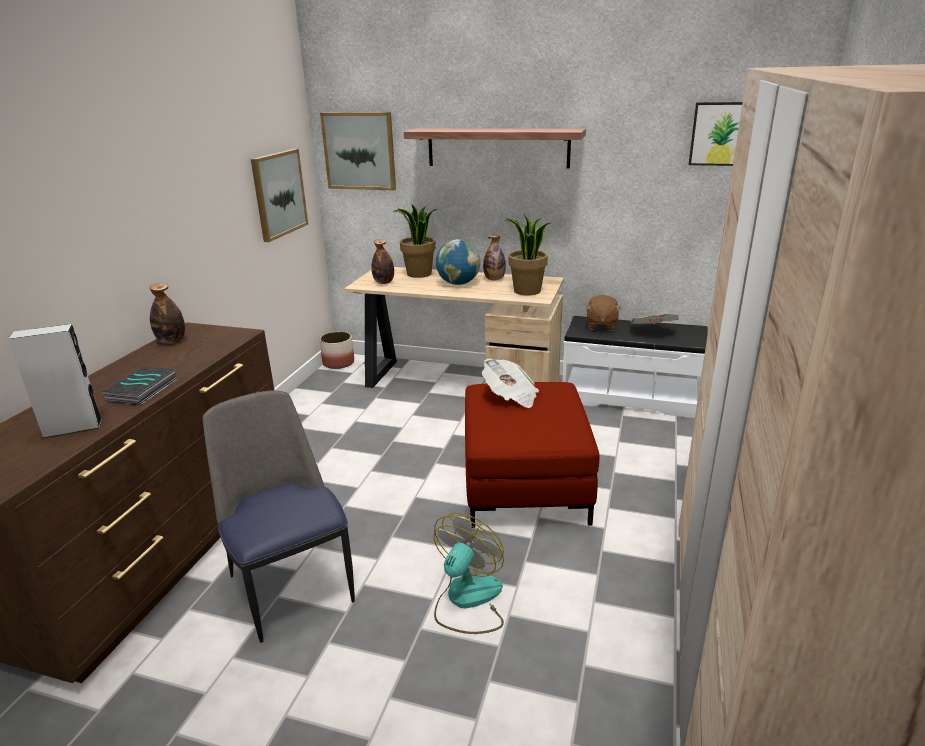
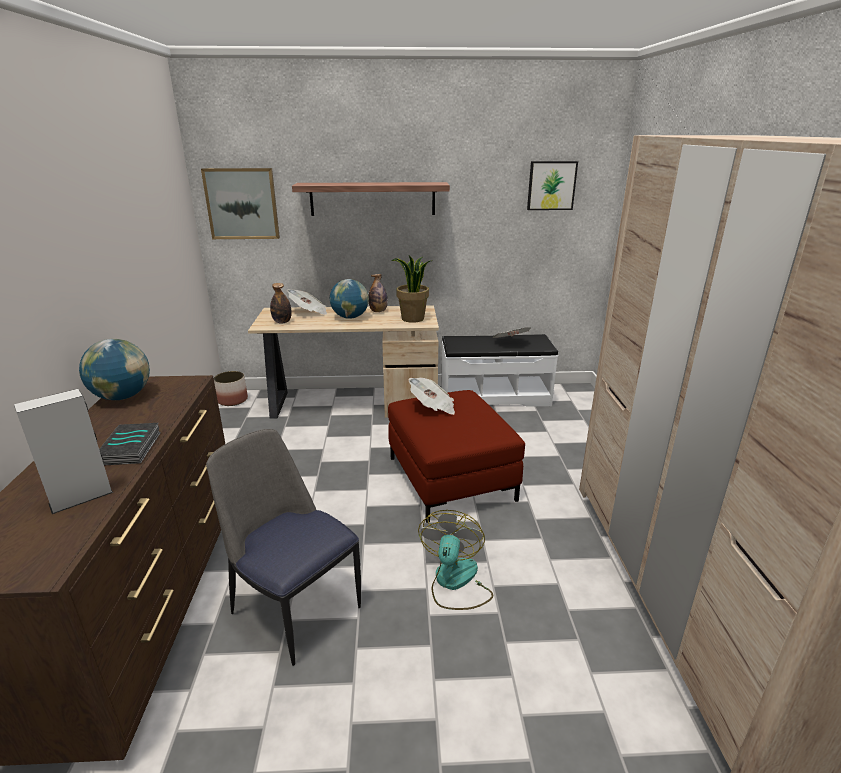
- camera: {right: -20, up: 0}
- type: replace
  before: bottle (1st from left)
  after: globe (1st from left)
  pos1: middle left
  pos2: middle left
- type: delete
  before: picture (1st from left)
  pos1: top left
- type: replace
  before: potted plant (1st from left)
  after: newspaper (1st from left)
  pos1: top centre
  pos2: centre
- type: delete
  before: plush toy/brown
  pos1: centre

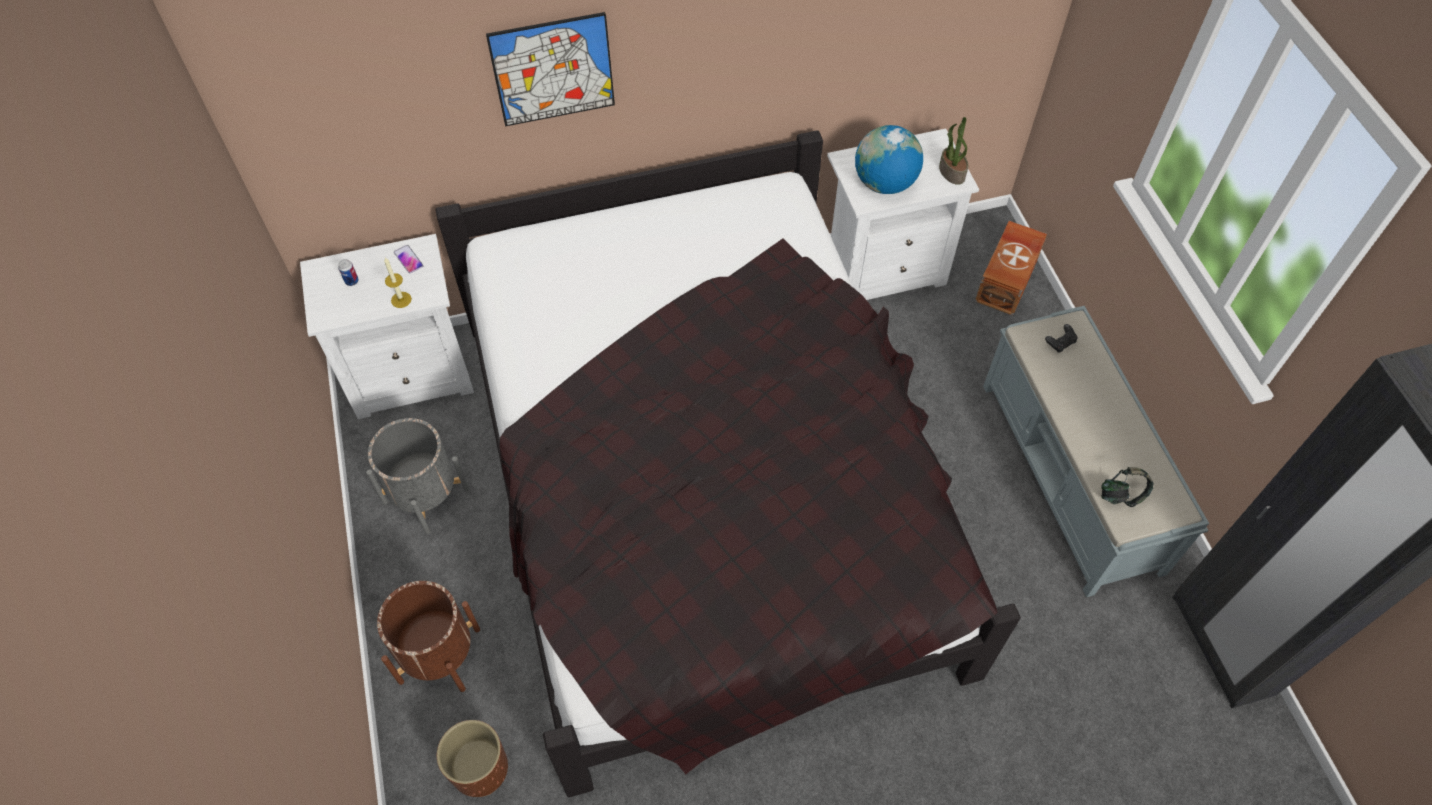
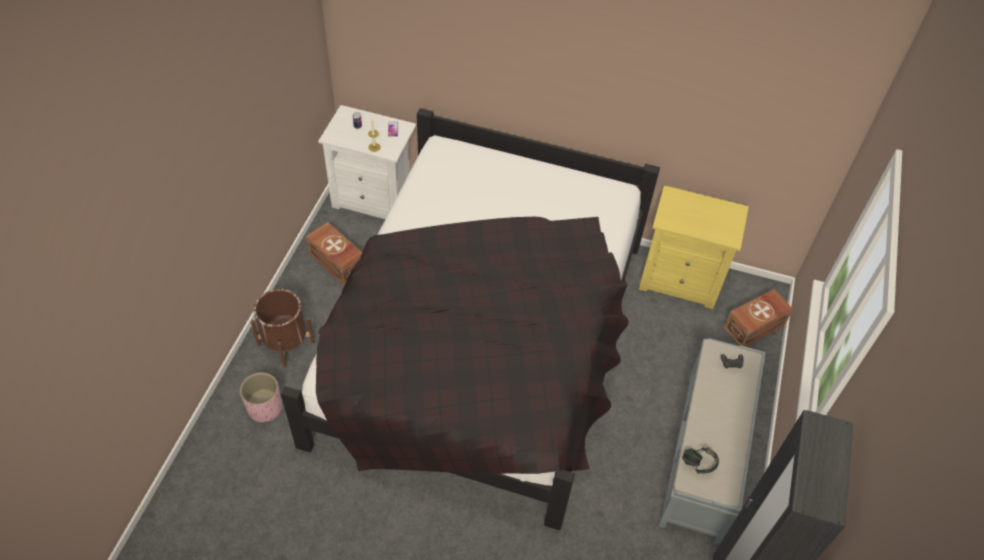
- camera: {right: 30, up: -5}
- type: replace
  before: planter/grey
  after: storage box/brown (1st from left)
  pos1: middle left
  pos2: centre
- type: recolor
  before: planter/brown (2nd from left)
  after: planter/pink
  pos1: bottom left
  pos2: bottom left
- type: delete
  before: picture
  pos1: top centre
- type: recolor
  before: nightstand/white (2nd from left)
  after: nightstand/yellow
  pos1: top centre
  pos2: middle right
- type: delete
  before: globe
  pos1: top centre
- type: delete
  before: potted plant
  pos1: top centre

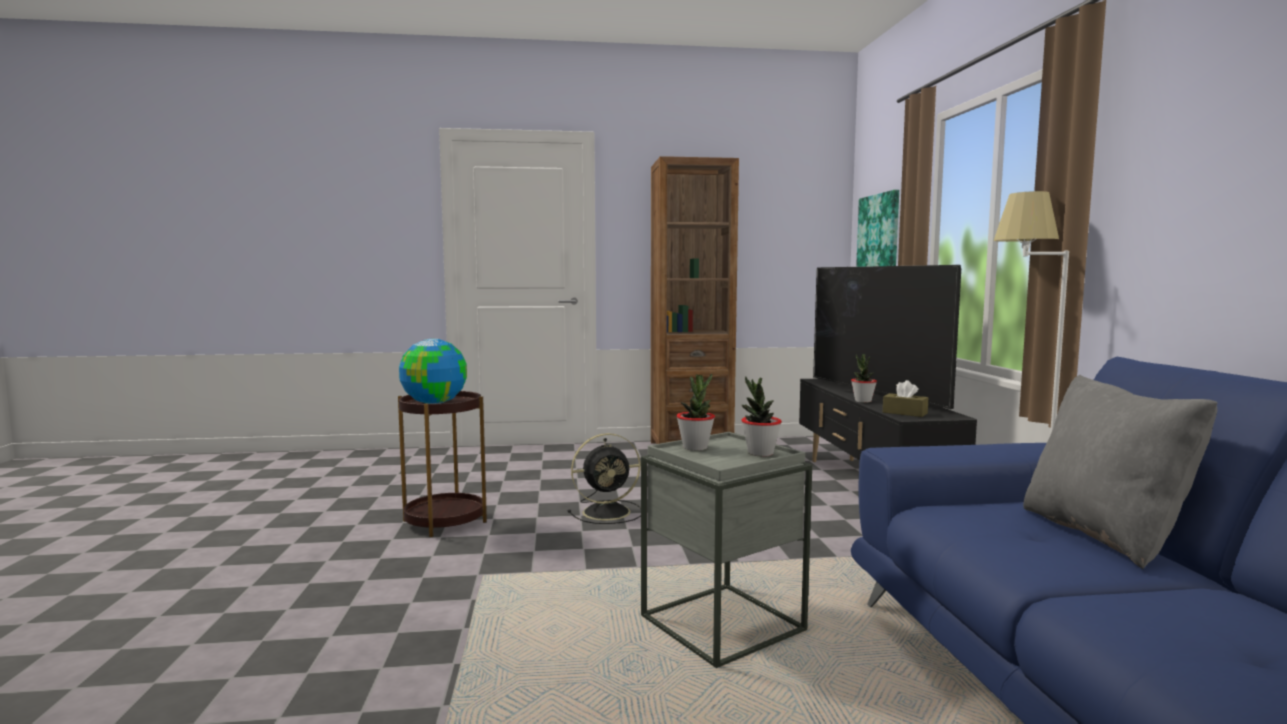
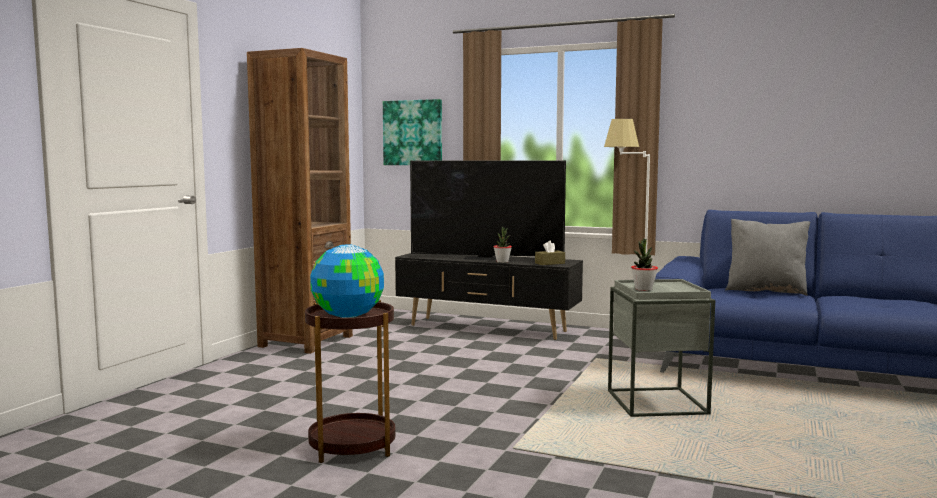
- camera: {right: -60, up: 0}
- type: delete
  before: fan/black
  pos1: centre
- type: delete
  before: potted plant (2nd from left)
  pos1: centre

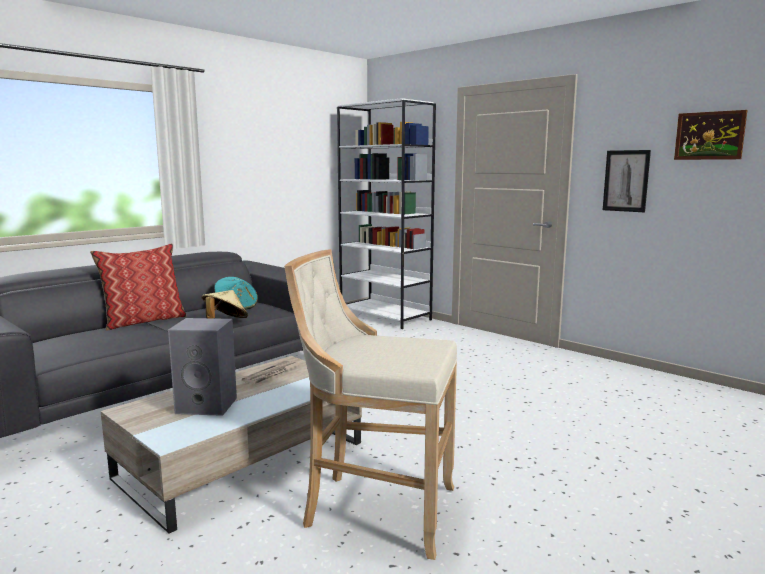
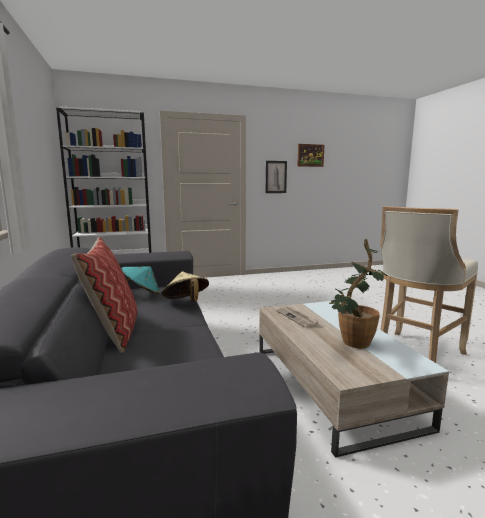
- camera: {right: -60, up: 0}
- type: replace
  before: speaker/grey
  after: potted plant
  pos1: middle left
  pos2: middle right

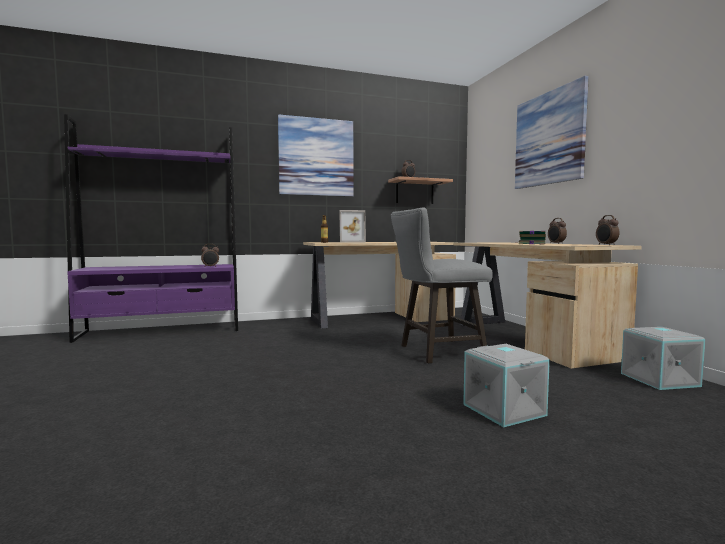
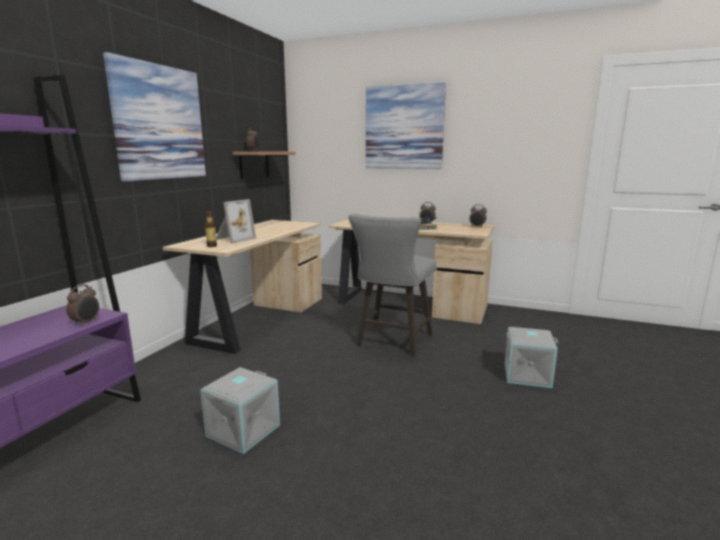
- camera: {right: -50, up: 10}
- type: move
  before: storage box/grey (2nd from left in the first image)
  after: storage box/grey (1st from left)
  pos1: middle right
  pos2: bottom centre

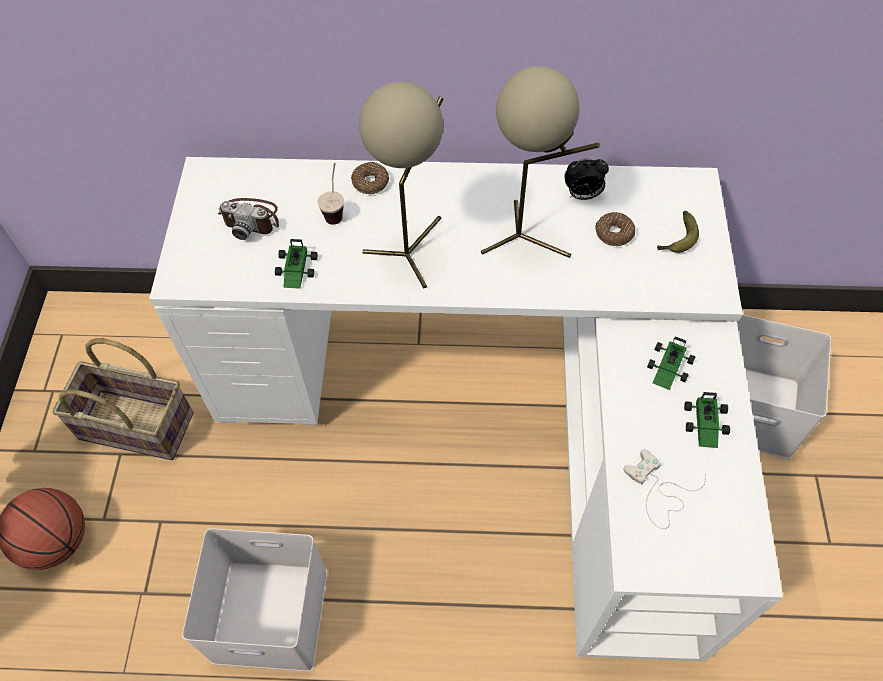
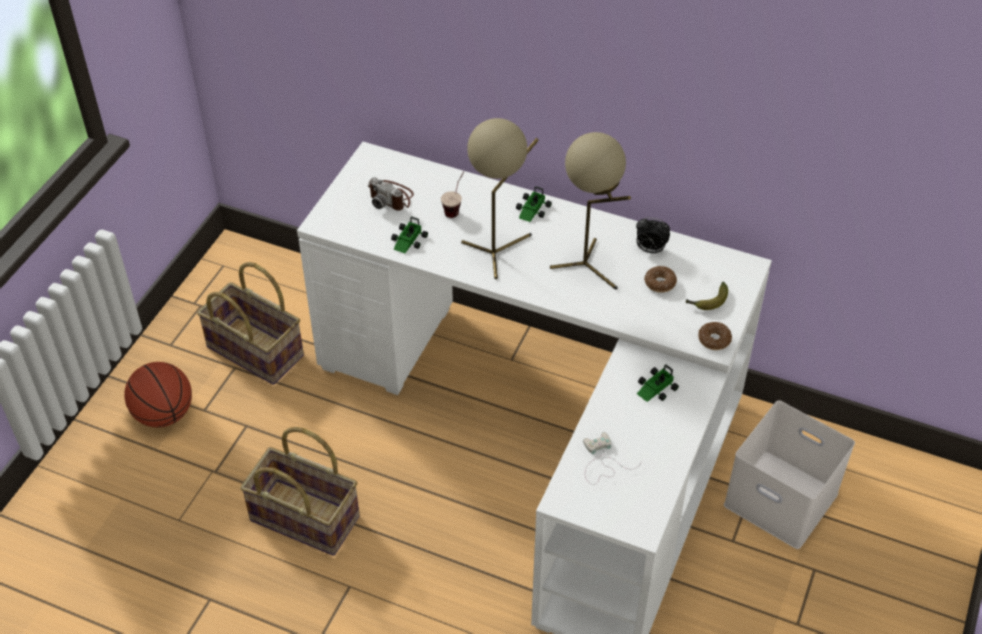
- camera: {right: 20, up: -10}
- type: replace
  before: storage box/white (1st from left)
  after: basket (2nd from left)
  pos1: bottom left
  pos2: bottom left
- type: move
  before: donut (1st from left in the first image)
  after: donut (2nd from left)
  pos1: top centre
  pos2: middle right
- type: move
  before: toy car (3rd from left in the first image)
  after: toy car (2nd from left)
  pos1: middle right
  pos2: top centre

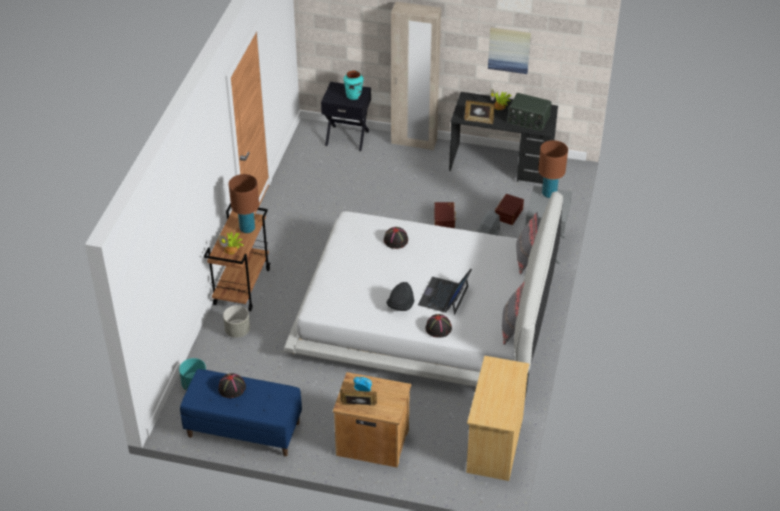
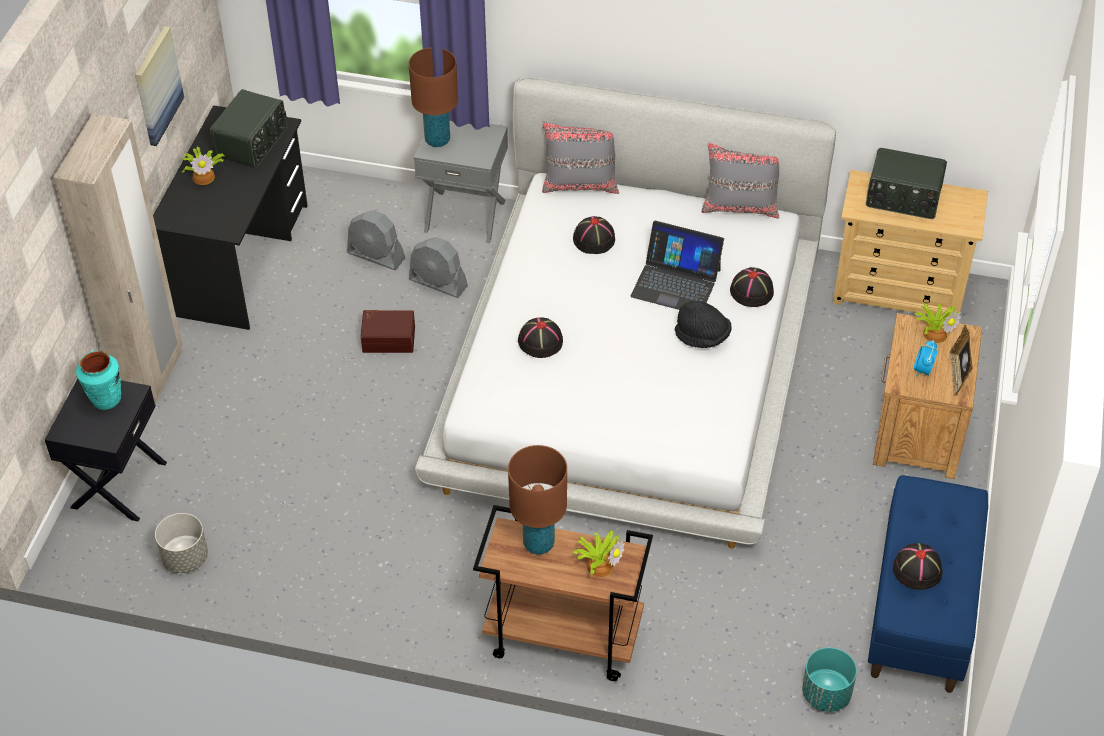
- camera: {right: -90, up: 5}
- type: move
  before: planter/grey
  pos1: middle left
  pos2: bottom left
- type: delete
  before: picture frame (2nd from left)
  pos1: top centre
- type: replace
  before: storage box/brown (2nd from left)
  after: fan/grey (1st from left)
  pos1: centre
  pos2: top centre
- type: insert
  after: hat/black (2nd from left)
  pos2: top centre
- type: insert
  after: radio (2nd from left)
  pos2: top right
- type: insert
  after: potted plant (3rd from left)
  pos2: middle right

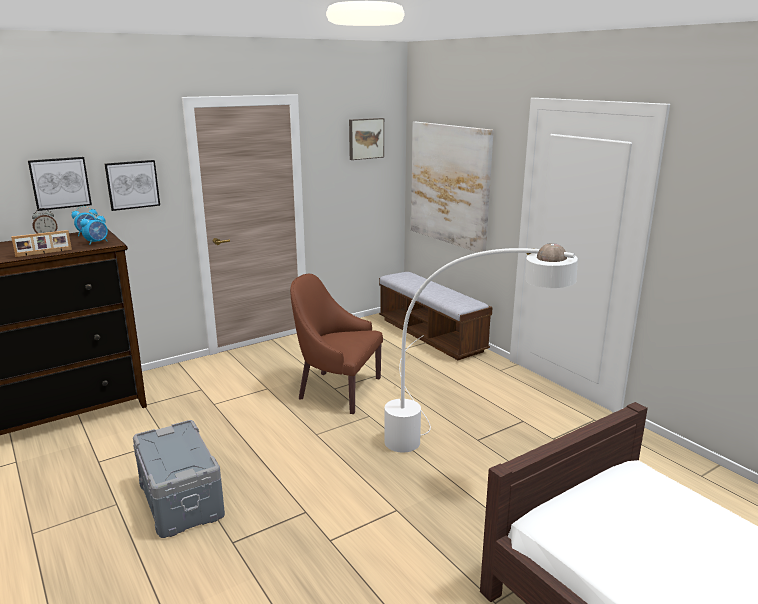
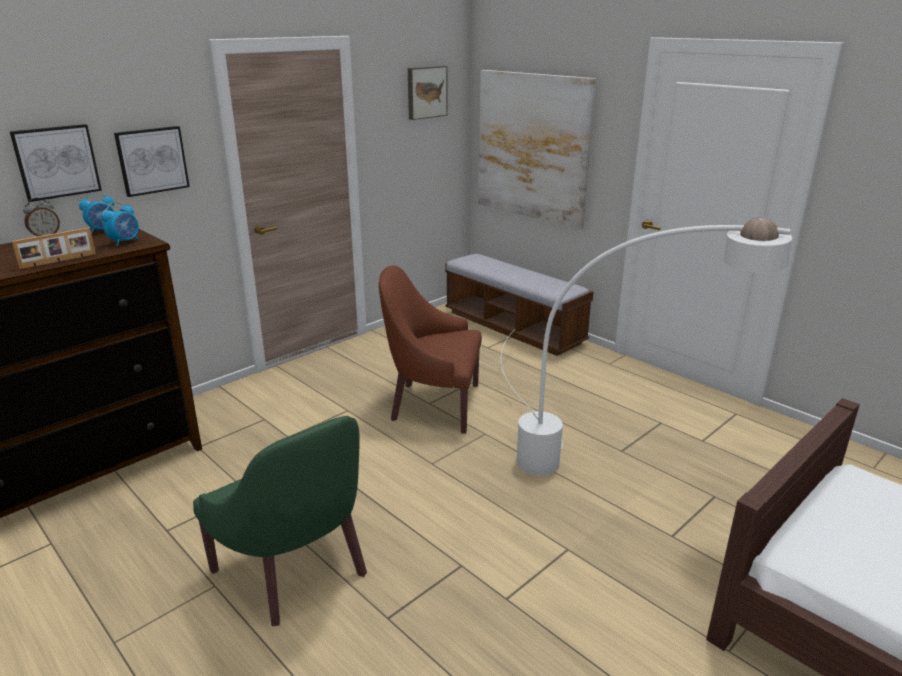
- camera: {right: -10, up: 5}
- type: replace
  before: storage box/grey
  after: armchair/green
  pos1: bottom left
  pos2: bottom left

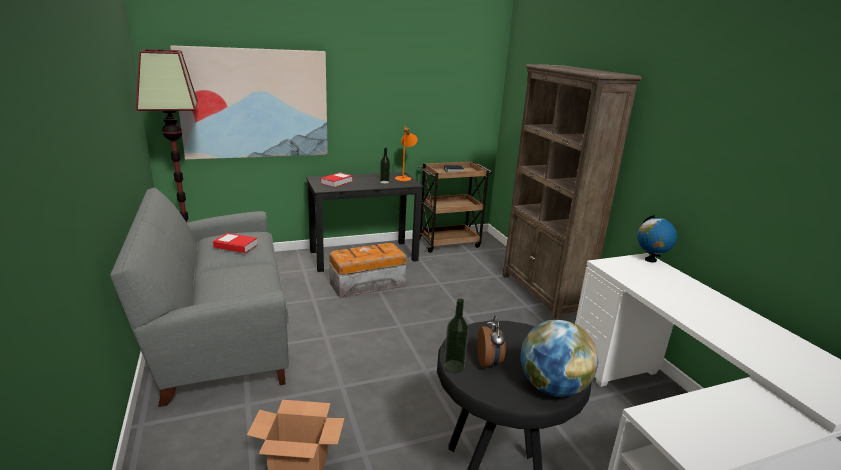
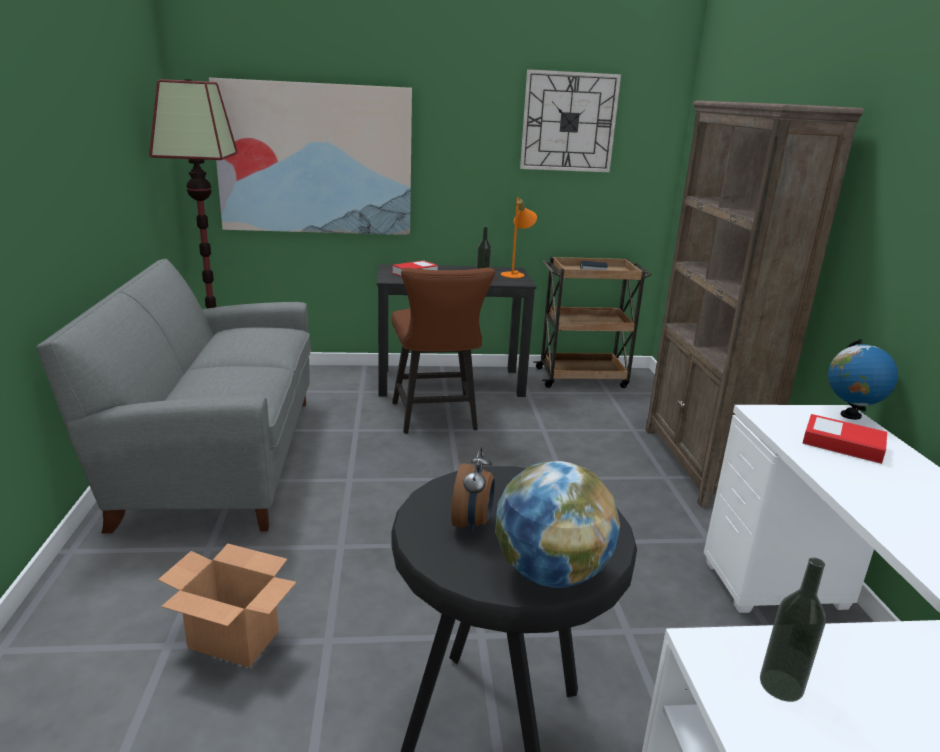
- camera: {right: 15, up: 0}
- type: move
  before: book (1st from left in the first image)
  after: book (3rd from left)
  pos1: middle left
  pos2: middle right
- type: replace
  before: storage box
  after: chair/brown
  pos1: centre
  pos2: centre
- type: move
  before: bottle (2nd from left)
  pos1: bottom centre
  pos2: bottom right
- type: insert
  after: wall clock
  pos2: top centre

